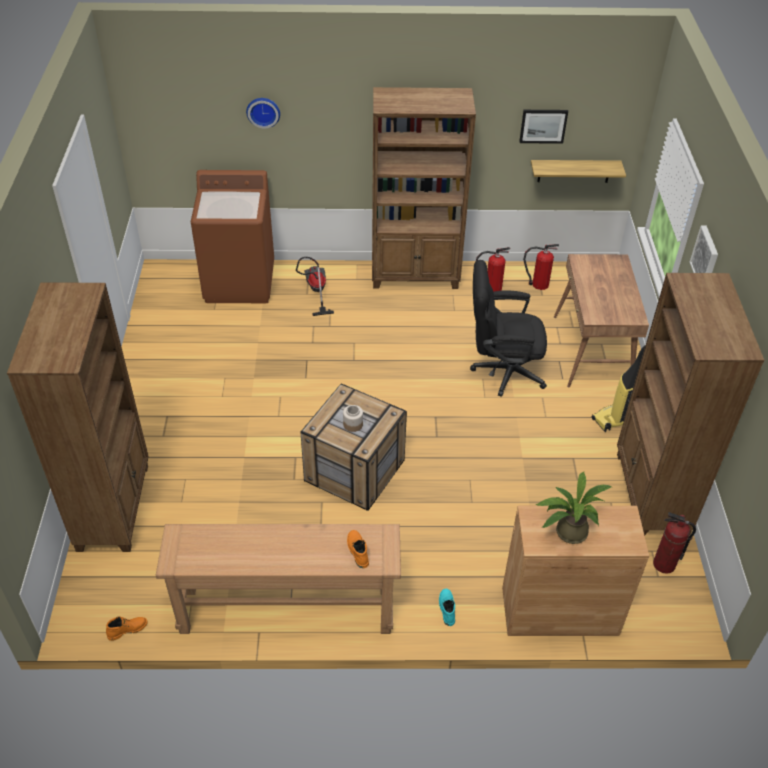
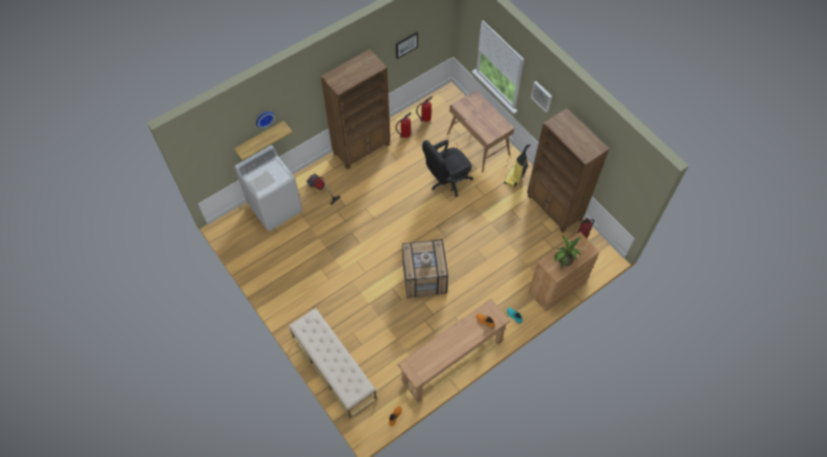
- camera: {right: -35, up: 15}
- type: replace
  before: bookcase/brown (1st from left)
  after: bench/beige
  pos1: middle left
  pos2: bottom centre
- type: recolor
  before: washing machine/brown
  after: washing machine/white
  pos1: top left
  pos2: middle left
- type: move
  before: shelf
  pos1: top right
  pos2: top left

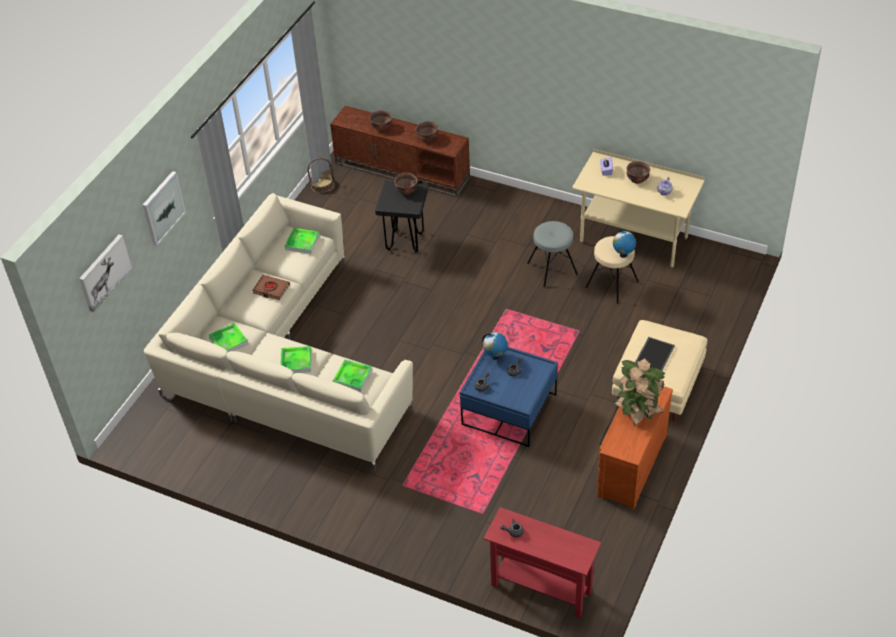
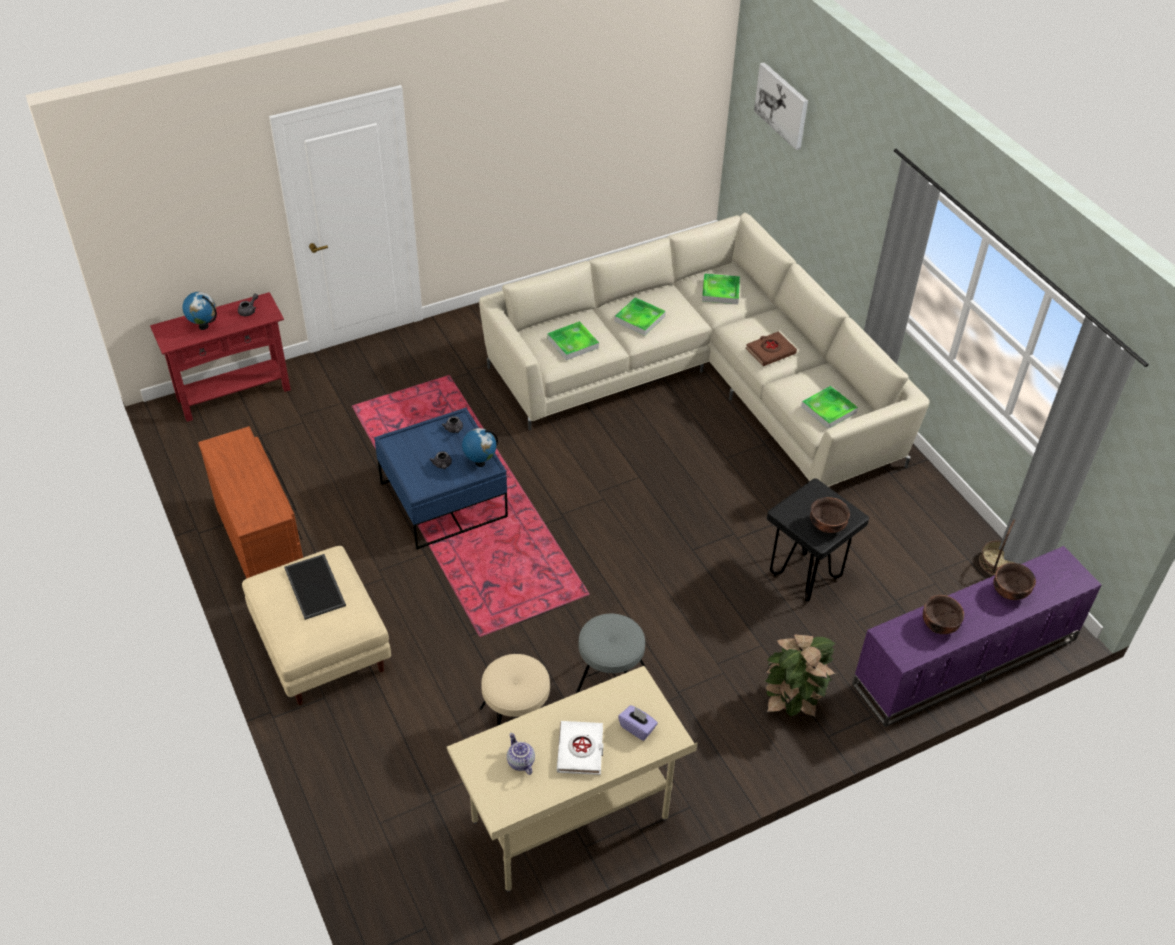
- camera: {right: 125, up: 0}
- type: delete
  before: picture (2nd from left)
  pos1: top left
- type: recolor
  before: tv stand/brown
  after: tv stand/purple
  pos1: top centre
  pos2: bottom right
- type: move
  before: globe (2nd from left in the first image)
  after: globe (1st from left)
  pos1: middle right
  pos2: top left
- type: move
  before: potted plant
  pos1: middle right
  pos2: bottom right
- type: replace
  before: bowl/brown (4th from left)
  after: book/white
  pos1: top right
  pos2: bottom centre

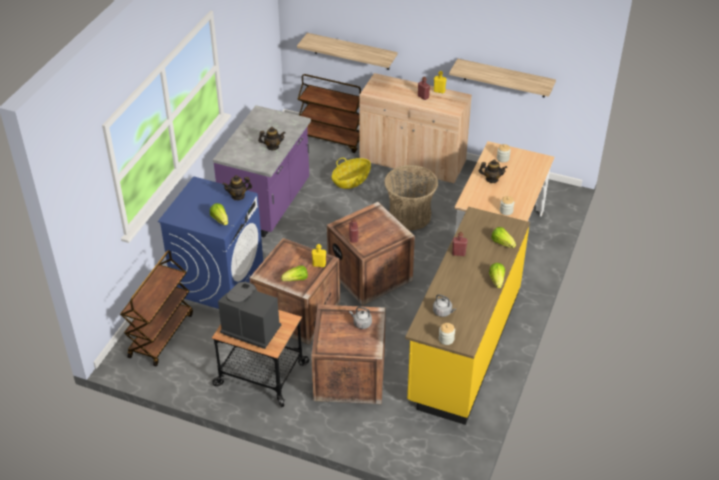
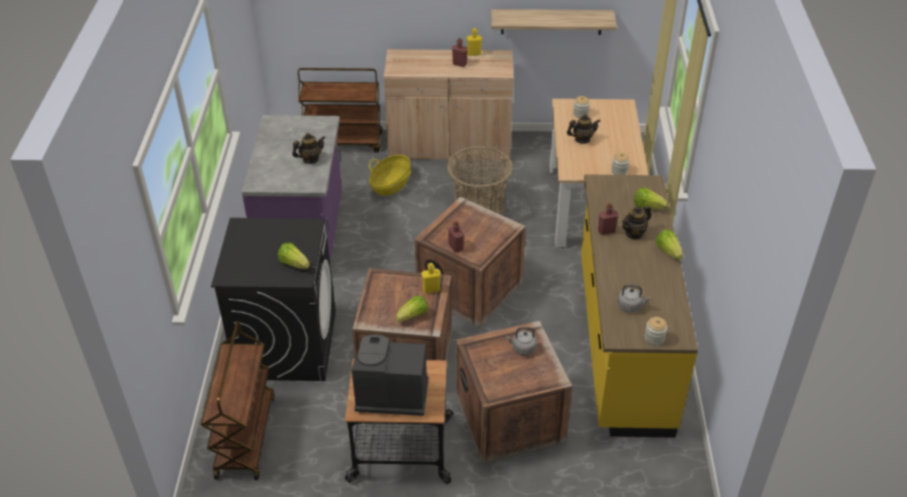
- camera: {right: -20, up: 0}
- type: recolor
  before: washing machine/blue
  after: washing machine/black
  pos1: middle left
  pos2: middle left
- type: move
  before: teapot (1st from left in the first image)
  after: teapot (3rd from left)
  pos1: middle left
  pos2: middle right
- type: delete
  before: shelf (1st from left)
  pos1: top centre

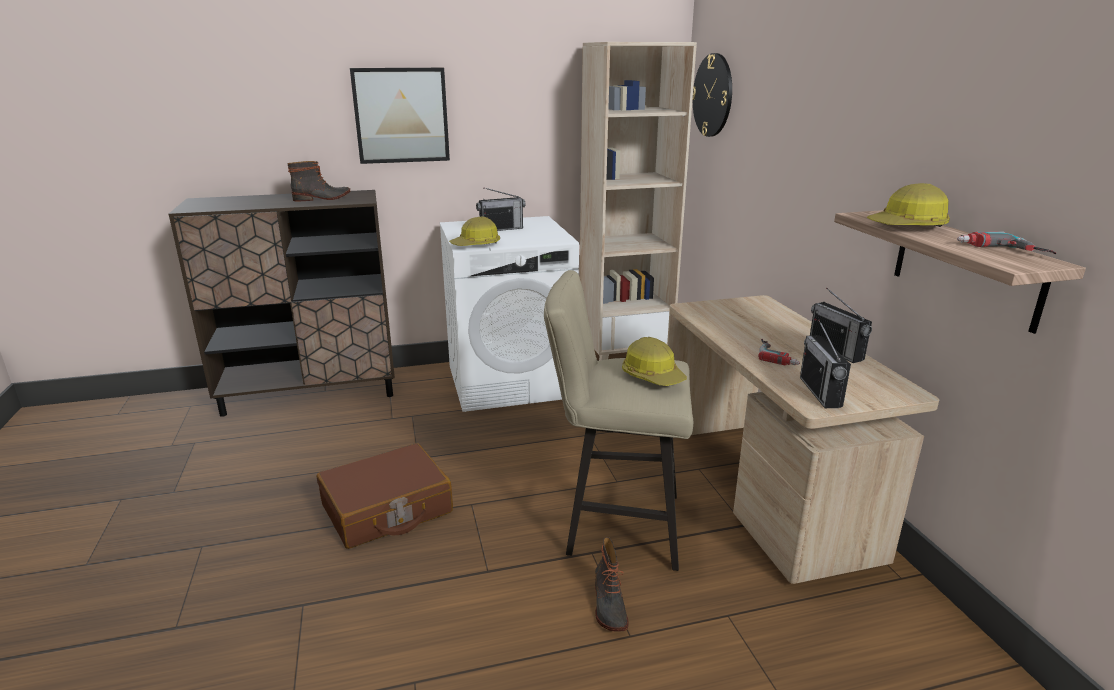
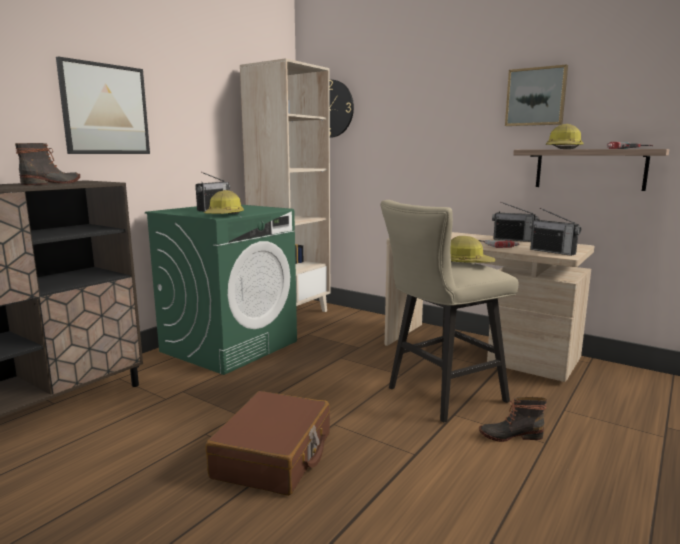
- camera: {right: -40, up: -10}
- type: recolor
  before: washing machine/white
  after: washing machine/green
  pos1: centre
  pos2: middle left
- type: rotate
  before: boot (2nd from left)
  pos1: bottom centre
  pos2: bottom right
  turn: 135
- type: insert
  after: picture (2nd from left)
  pos2: top right

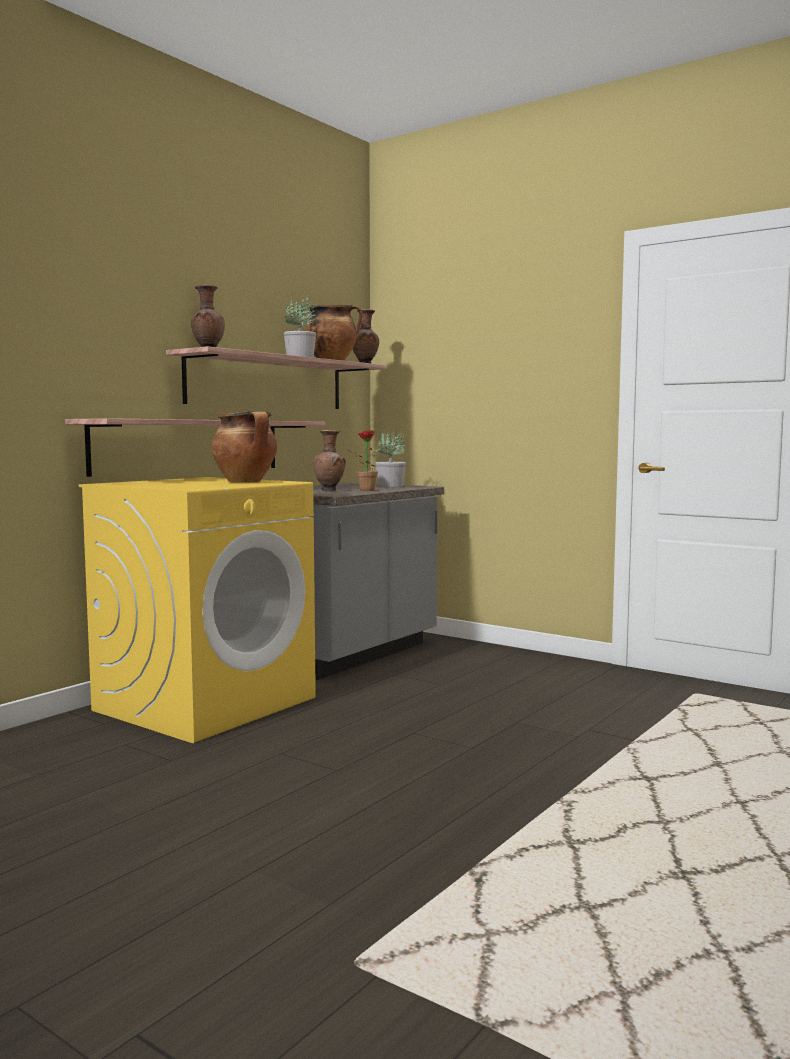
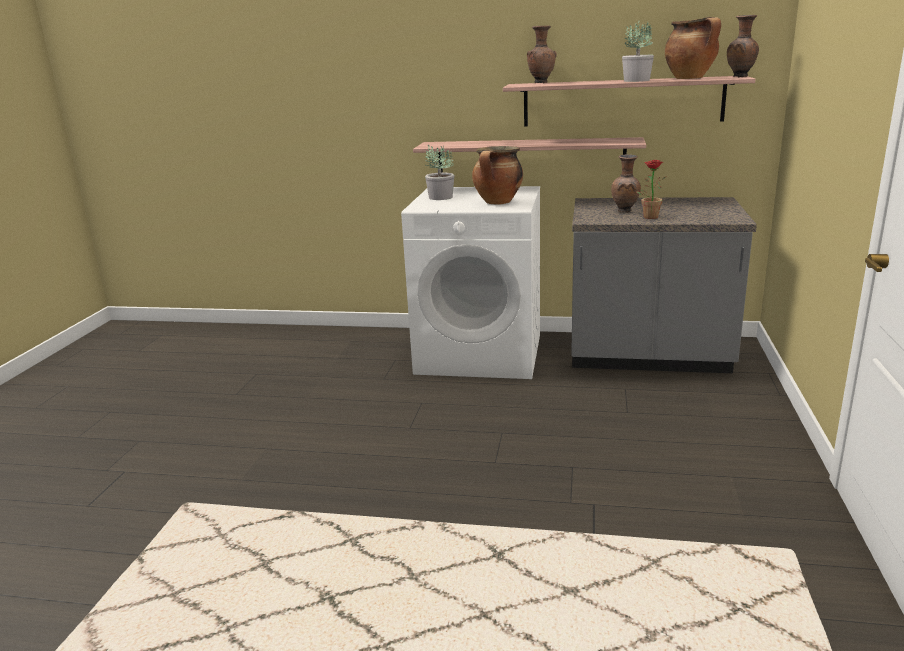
- camera: {right: 65, up: 15}
- type: recolor
  before: washing machine/yellow
  after: washing machine/white
  pos1: middle left
  pos2: centre
- type: move
  before: potted plant (3rd from left in the first image)
  after: potted plant (1st from left)
  pos1: centre
  pos2: top centre

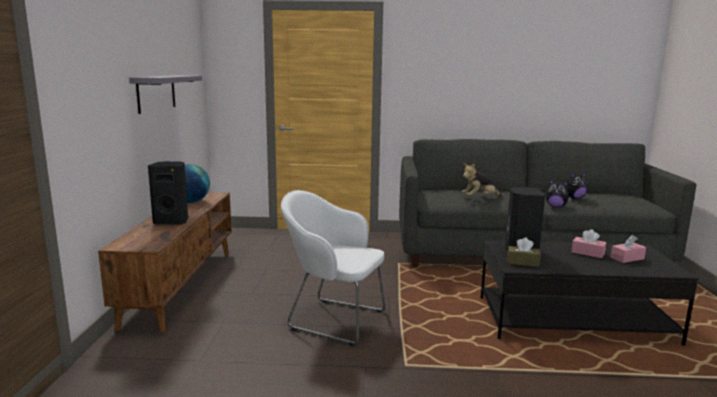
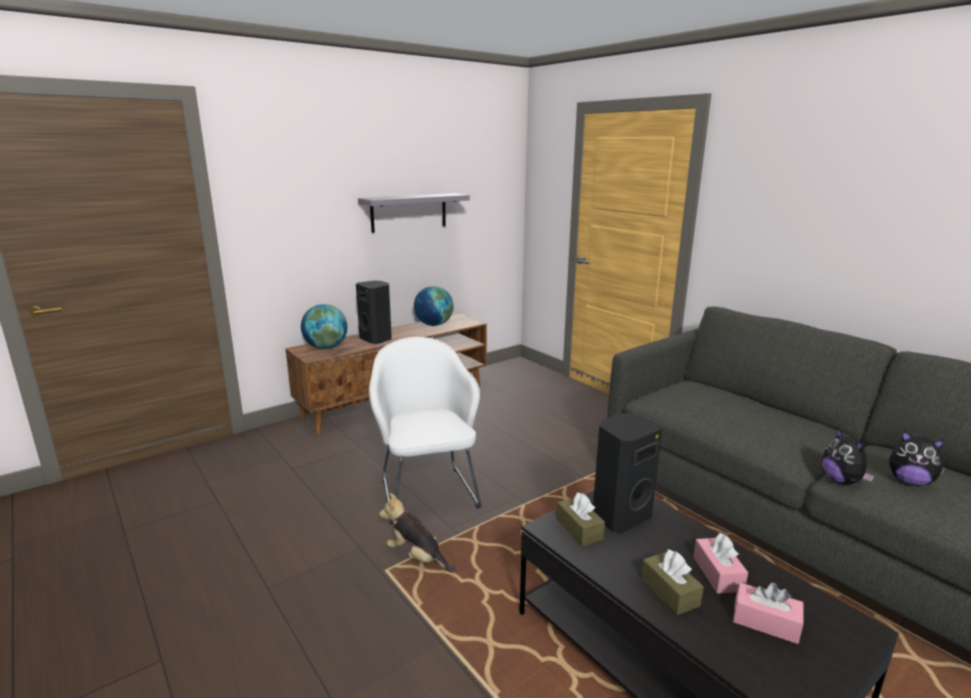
- camera: {right: 50, up: 5}
- type: move
  before: plush toy (1st from left)
  pos1: middle right
  pos2: bottom centre
- type: insert
  after: globe (1st from left)
  pos2: centre
- type: insert
  after: tissue box/brown (2nd from left)
  pos2: bottom right

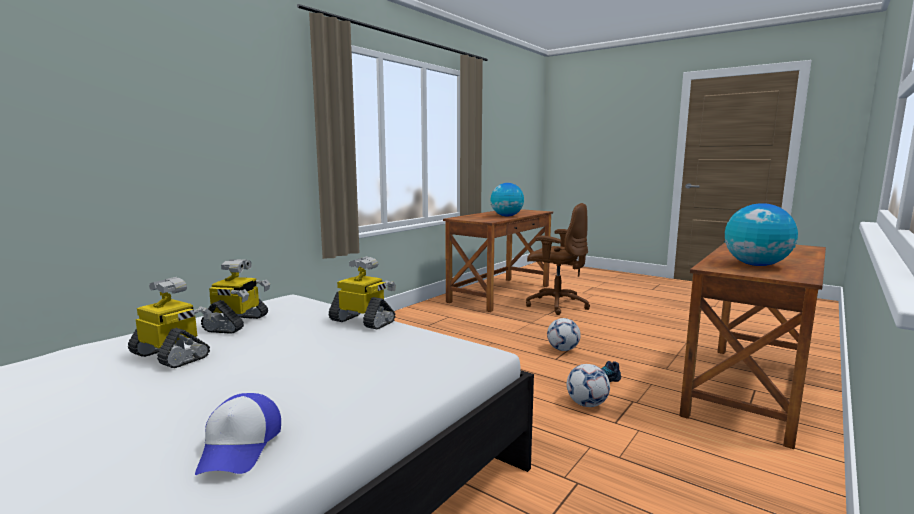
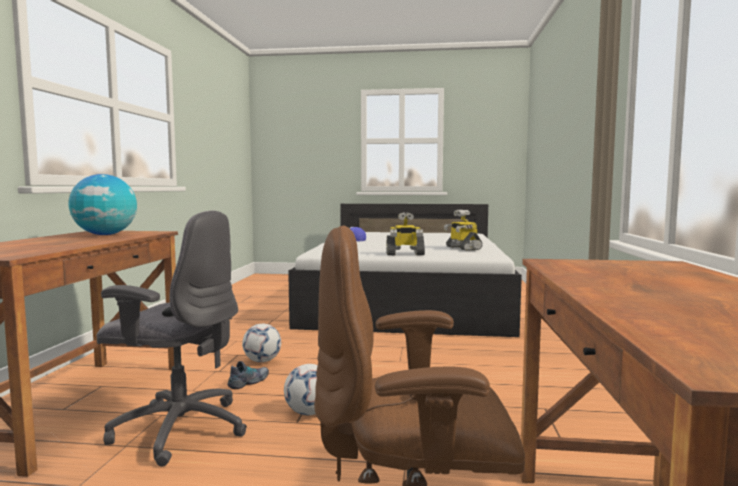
- camera: {right: 150, up: -5}
- type: delete
  before: toy robot (1st from left)
  pos1: middle left
- type: delete
  before: globe (1st from left)
  pos1: centre
- type: insert
  after: office chair/grey
  pos2: bottom left

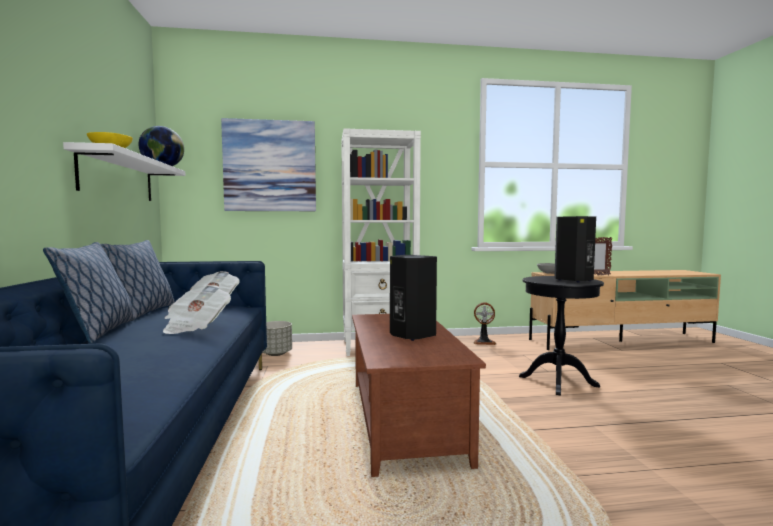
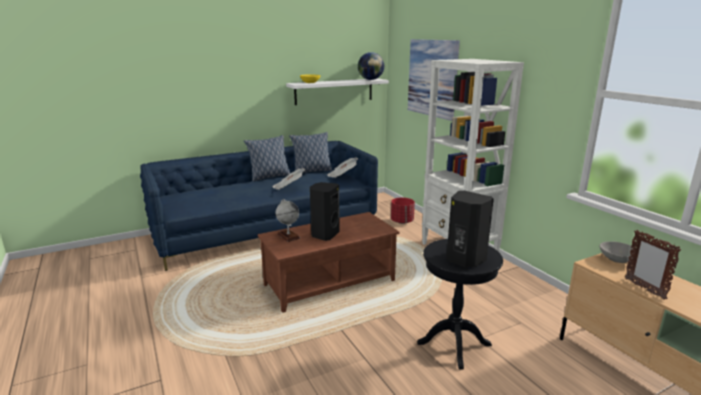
- camera: {right: 70, up: 15}
- type: recolor
  before: planter/grey
  after: planter/red
  pos1: centre
  pos2: centre
- type: delete
  before: fan
  pos1: centre
- type: insert
  after: globe (1st from left)
  pos2: centre

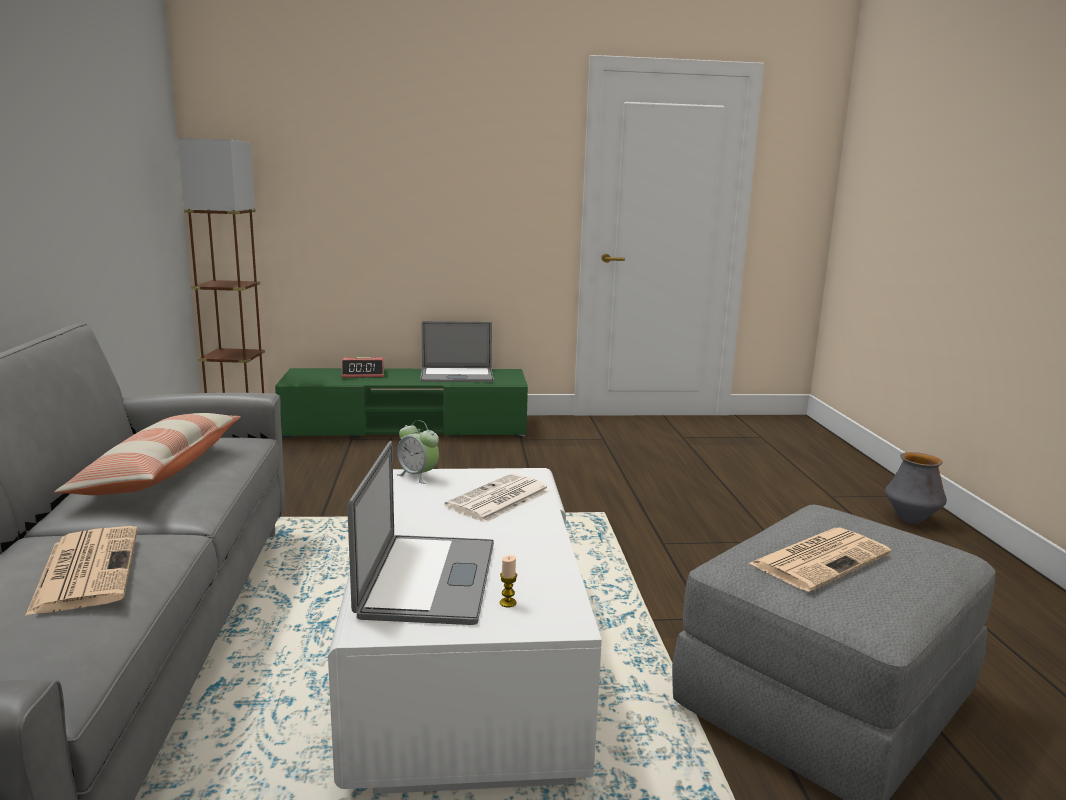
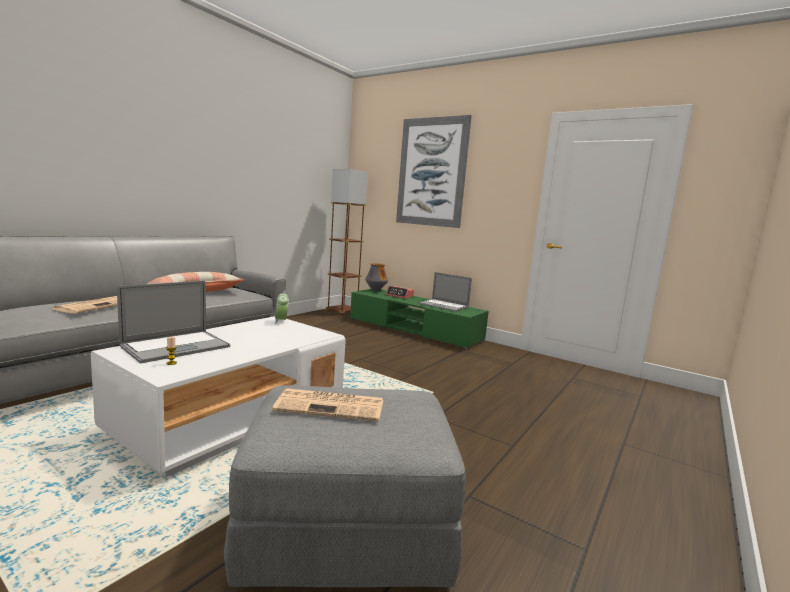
- camera: {right: 40, up: -5}
- type: delete
  before: newspaper (2nd from left)
  pos1: centre
- type: move
  before: vase
  pos1: middle right
  pos2: centre
- type: insert
  after: picture
  pos2: top centre

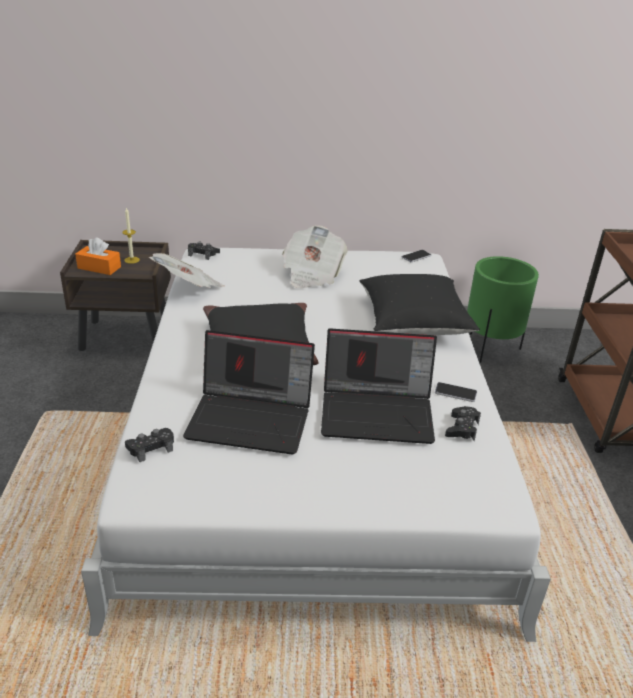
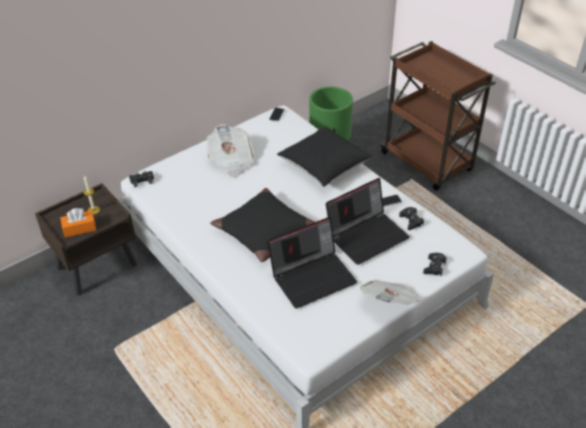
- camera: {right: -35, up: 10}
- type: move
  before: game controller/black (1st from left in the first image)
  after: game controller/black (3rd from left)
  pos1: middle left
  pos2: middle right
- type: move
  before: newspaper (1st from left in the first image)
  after: newspaper (2nd from left)
  pos1: middle left
  pos2: bottom centre

